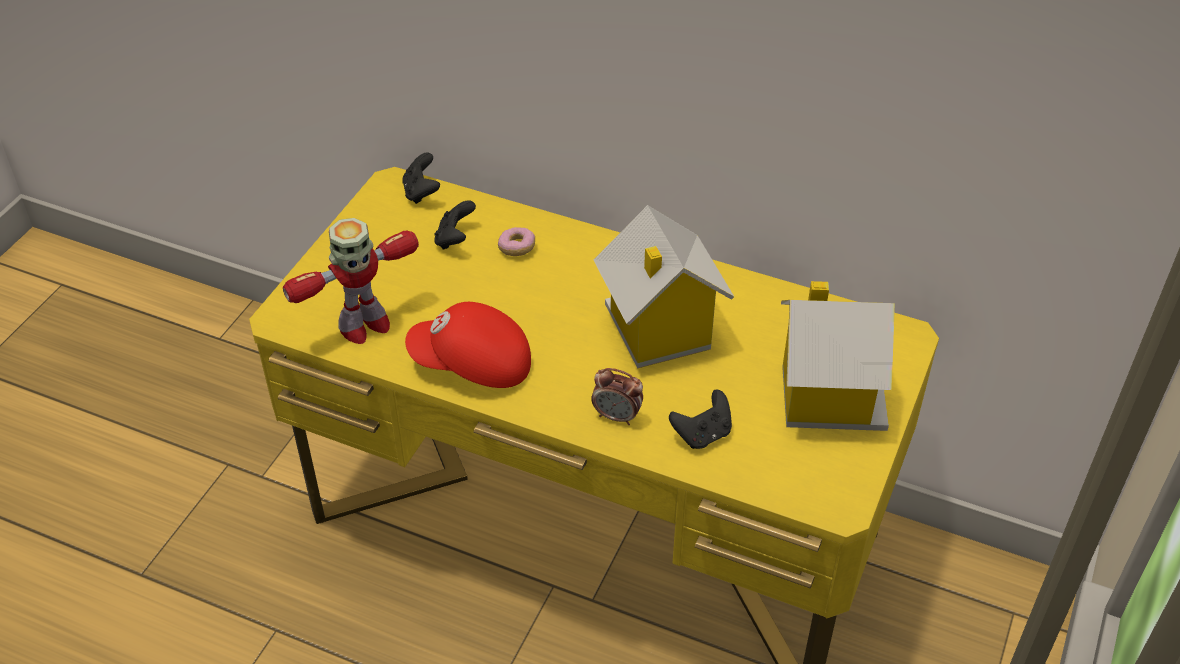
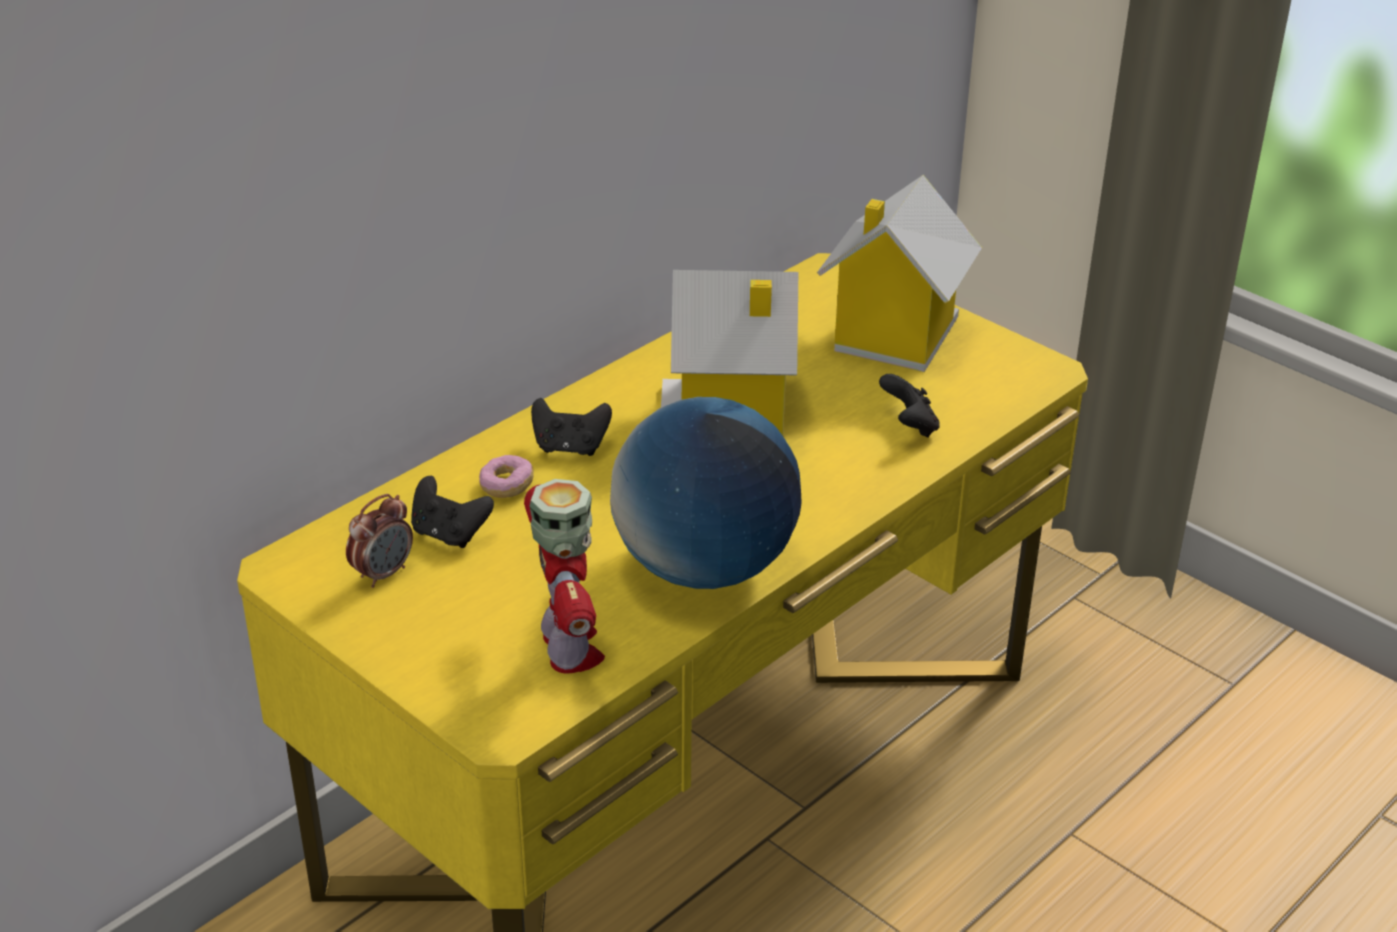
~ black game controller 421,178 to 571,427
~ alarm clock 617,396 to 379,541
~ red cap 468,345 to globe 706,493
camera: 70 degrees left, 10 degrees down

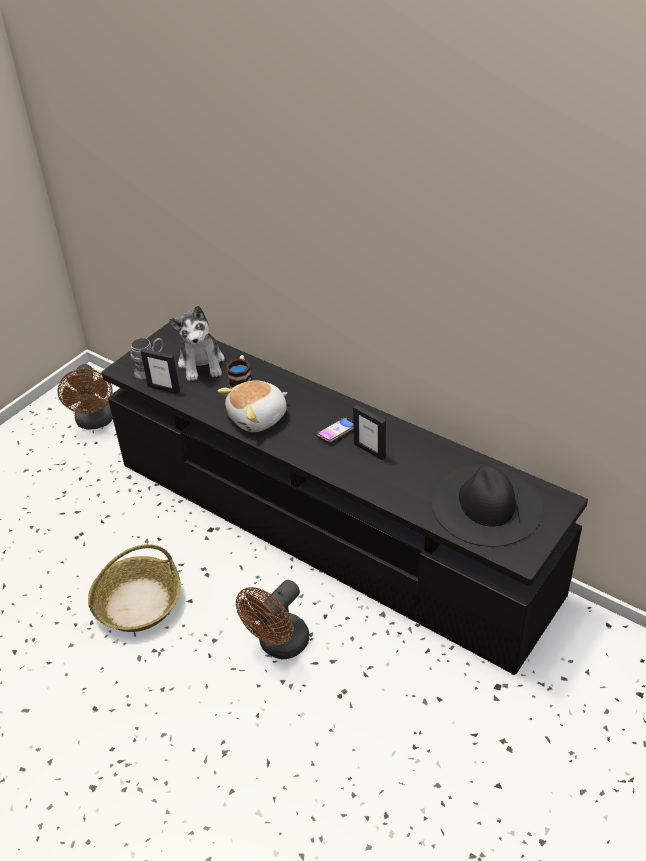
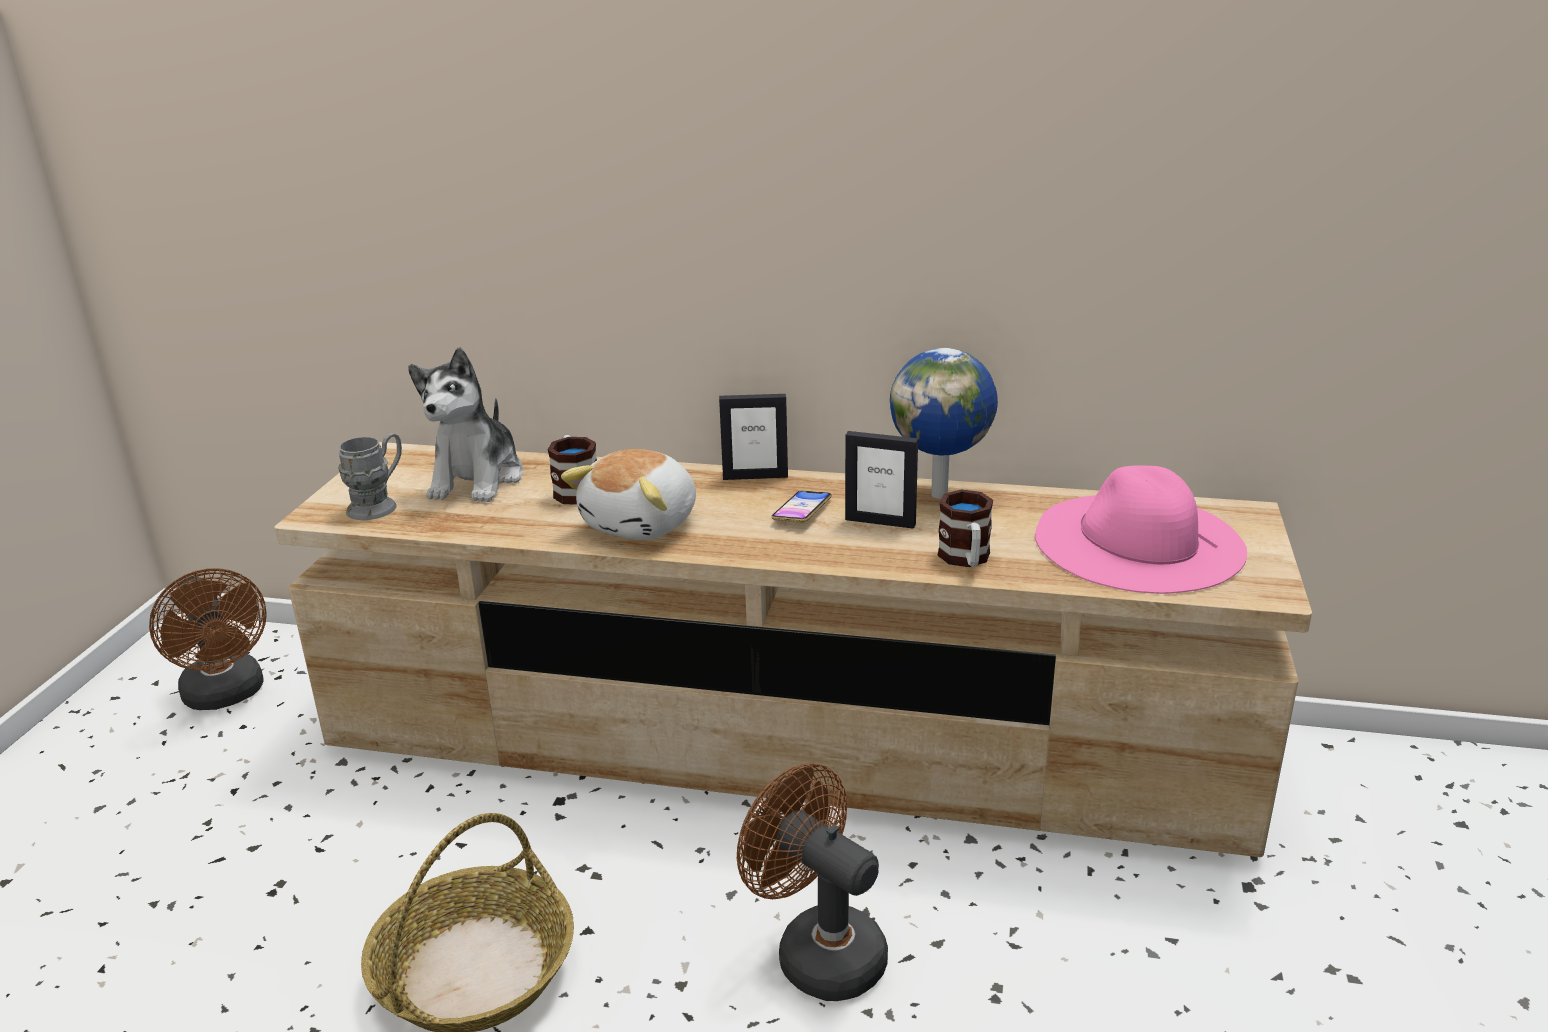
+ globe 944,423
+ mug 965,528
~ picture frame 160,371 to 753,437
~ black tv stand 344,498 to beige tv stand 793,649
~ black hat 487,505 to pink hat 1141,529
~ plush toy 197,343 = 465,424 45 degrees clockwise
~ brown fan 272,619 = 812,882 120 degrees clockwise
camera: 25 degrees left, 15 degrees down

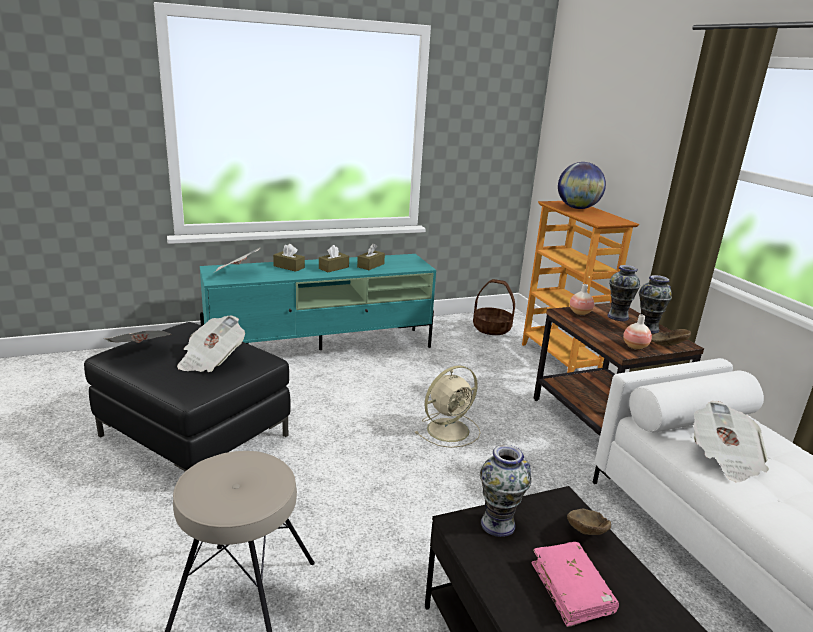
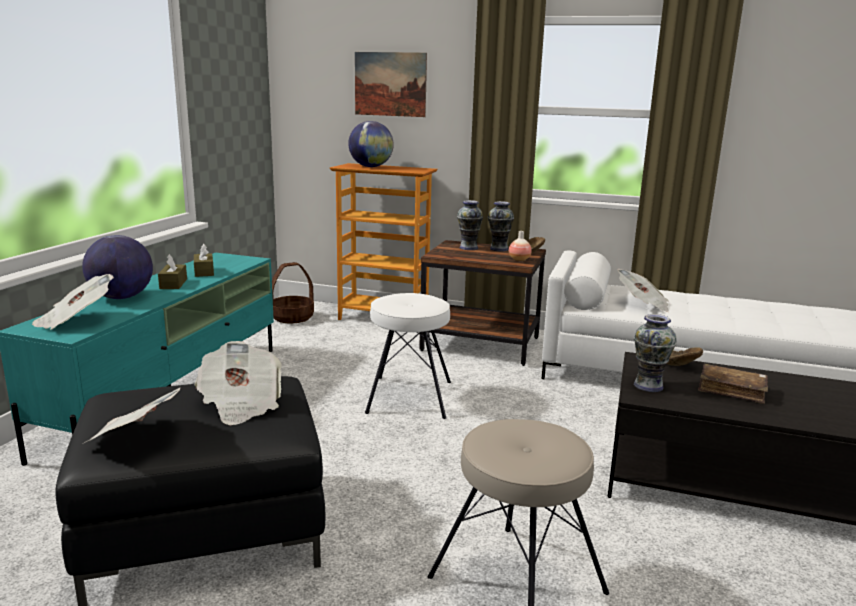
- vase 582,299
+ picture 391,84
~ brown tissue box 289,258 to globe 117,267
~ beige fan 448,406 to white stool 408,356
~ pink book 575,584 to brown book 733,384
camera: 50 degrees left, 5 degrees down

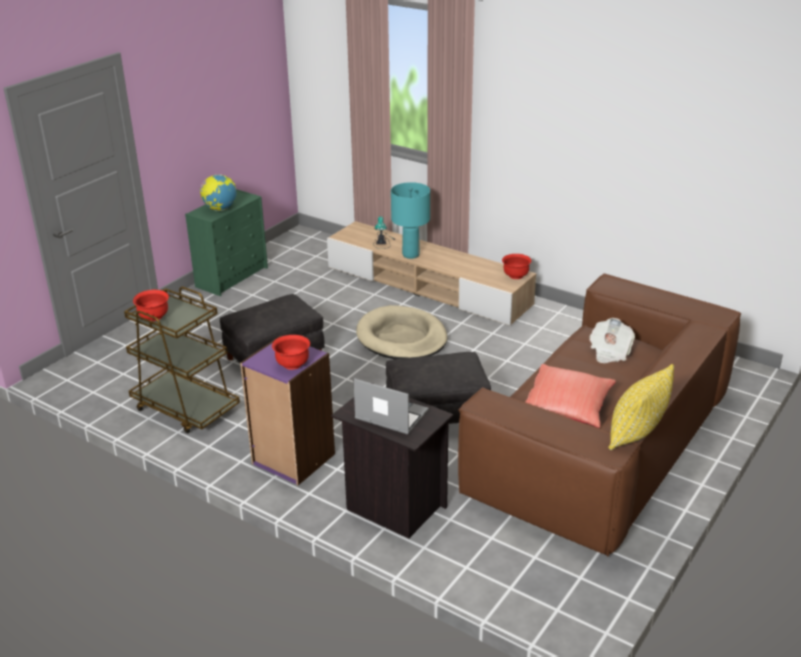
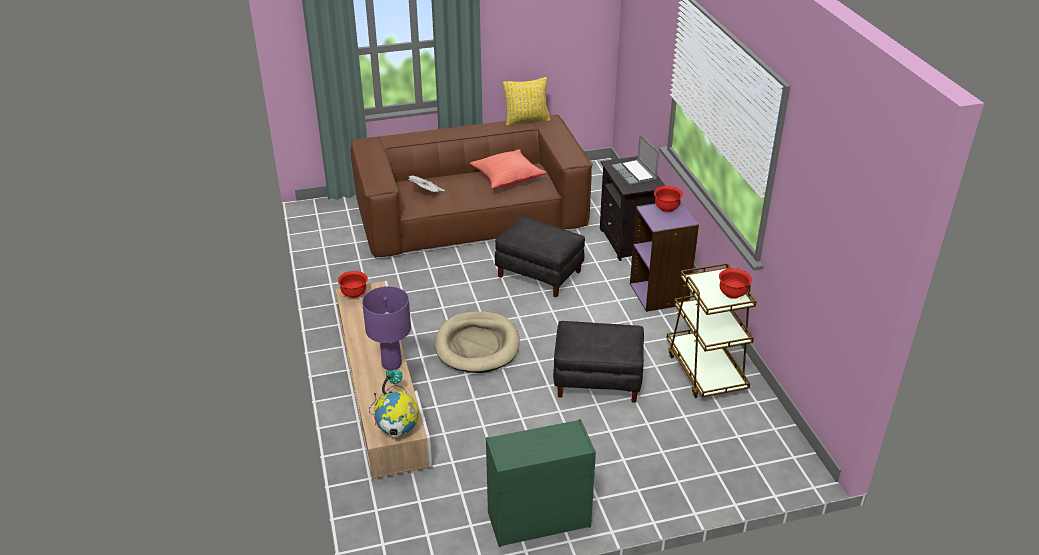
~ globe 217,192 to 396,414
~ turquoise table lamp 410,220 to purple table lamp 386,328
camera: 140 degrees left, 5 degrees up

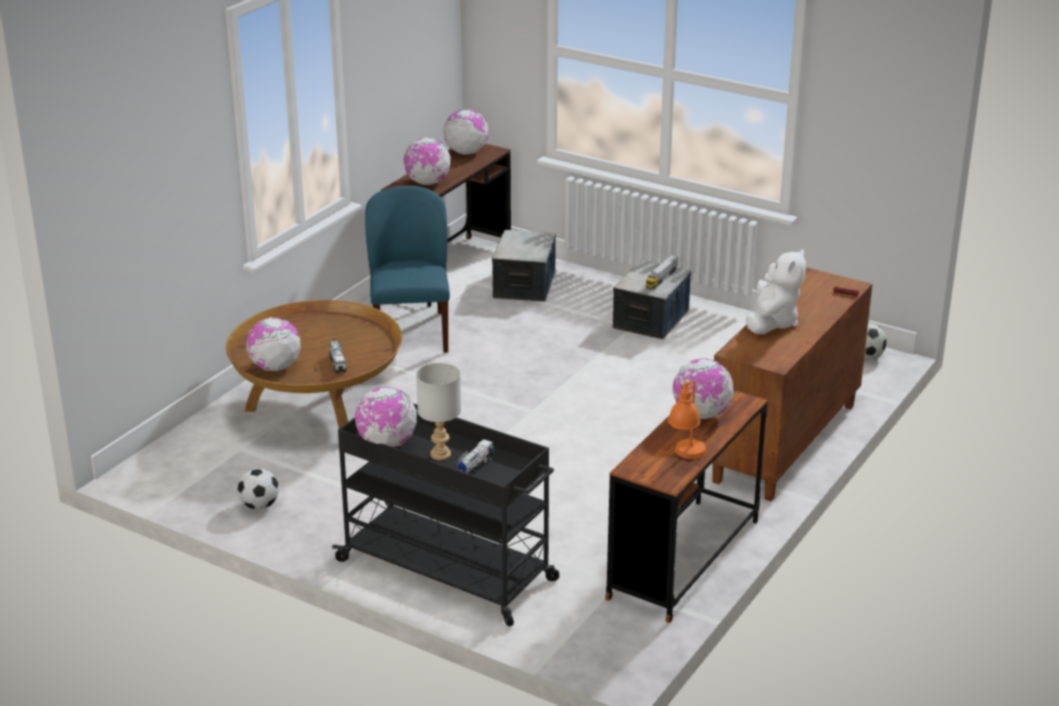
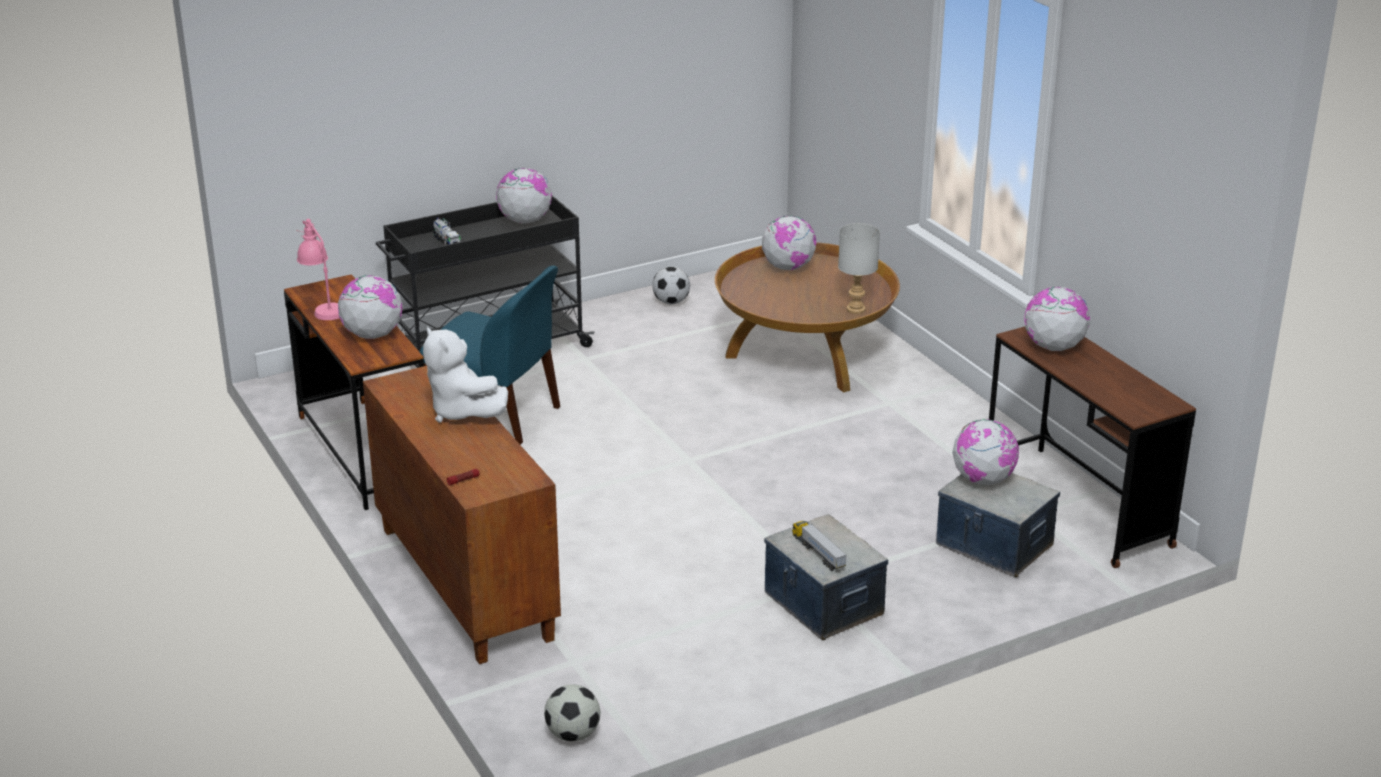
- toy truck 337,356
~ blue chair 407,269 to 490,355
~ grey table lamp 438,411 to 859,268
~ globe 466,132 to 985,452
~ orange table lamp 687,420 to pink table lamp 317,269
camera: 120 degrees right, 0 degrees up

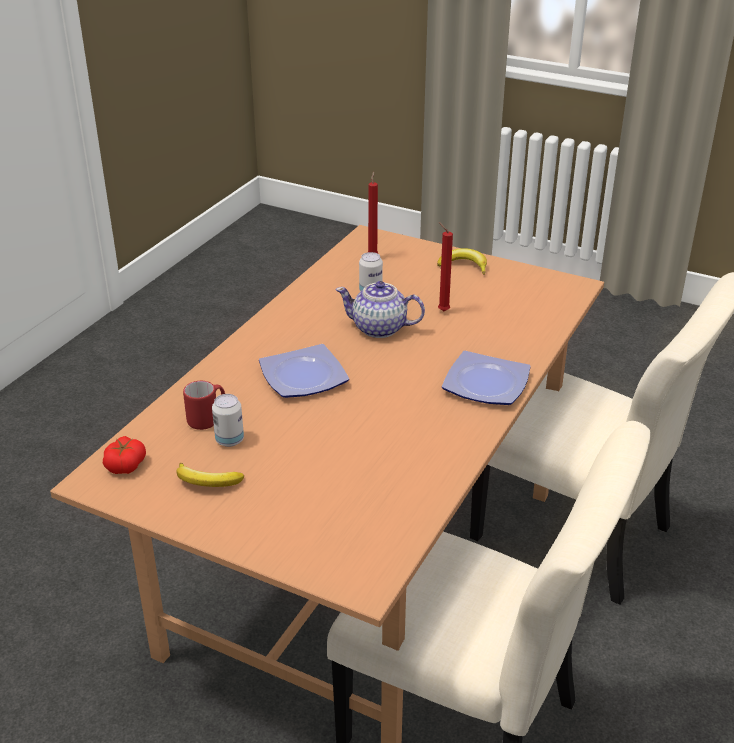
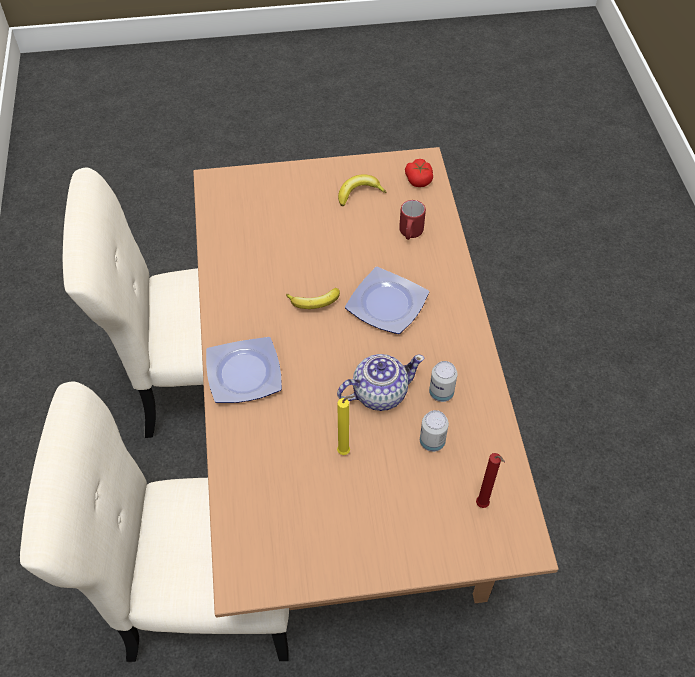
~ can 228,420 to 443,381
~ banana 462,261 to 313,298
~ red candle 445,266 to yellow candle 346,425
camera: 145 degrees right, 20 degrees up

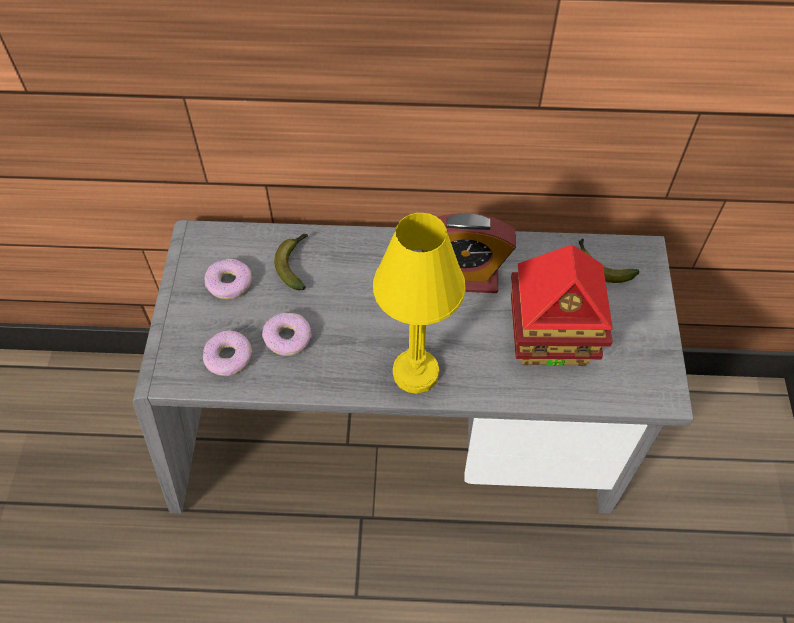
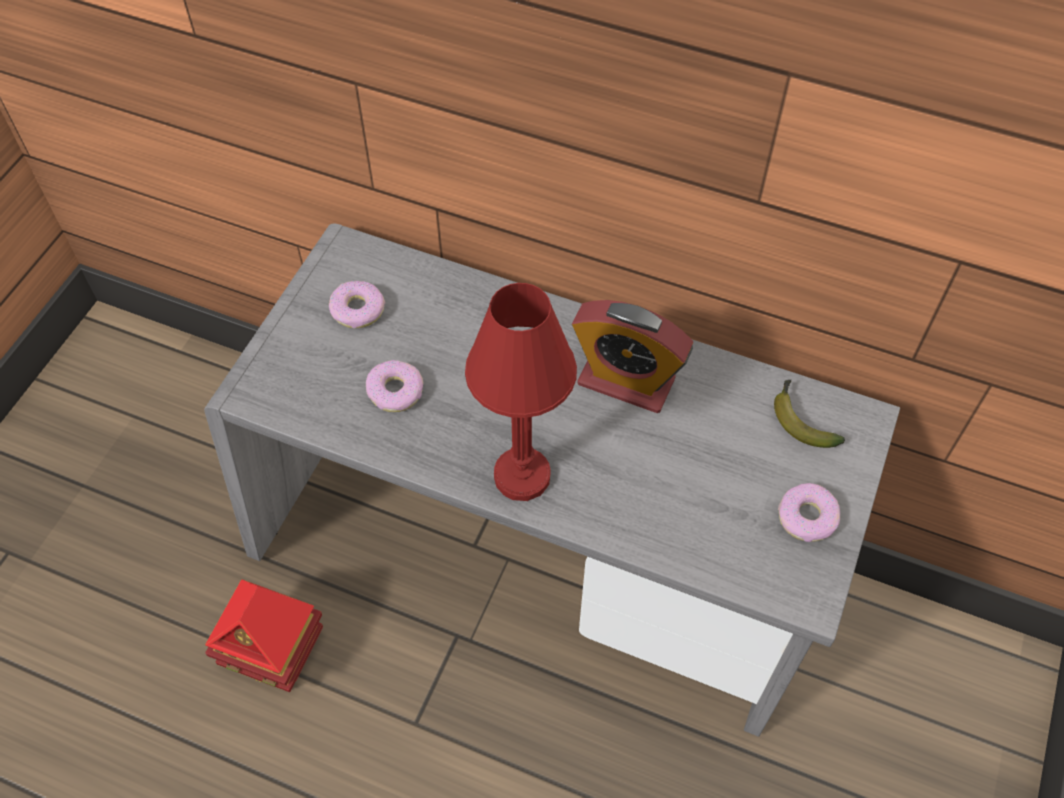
- banana 291,262
~ donut 227,353 to 809,512
~ toy house 562,305 to 264,635
~ yellow table lamp 419,303 to red table lamp 521,392
camera: 20 degrees right, 0 degrees up

